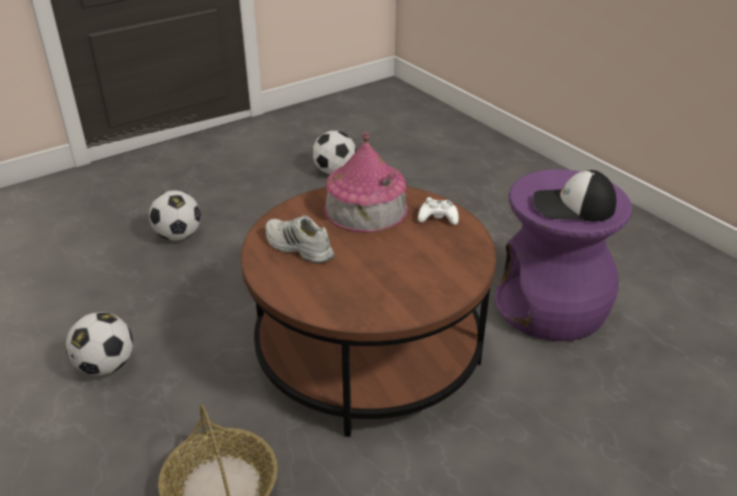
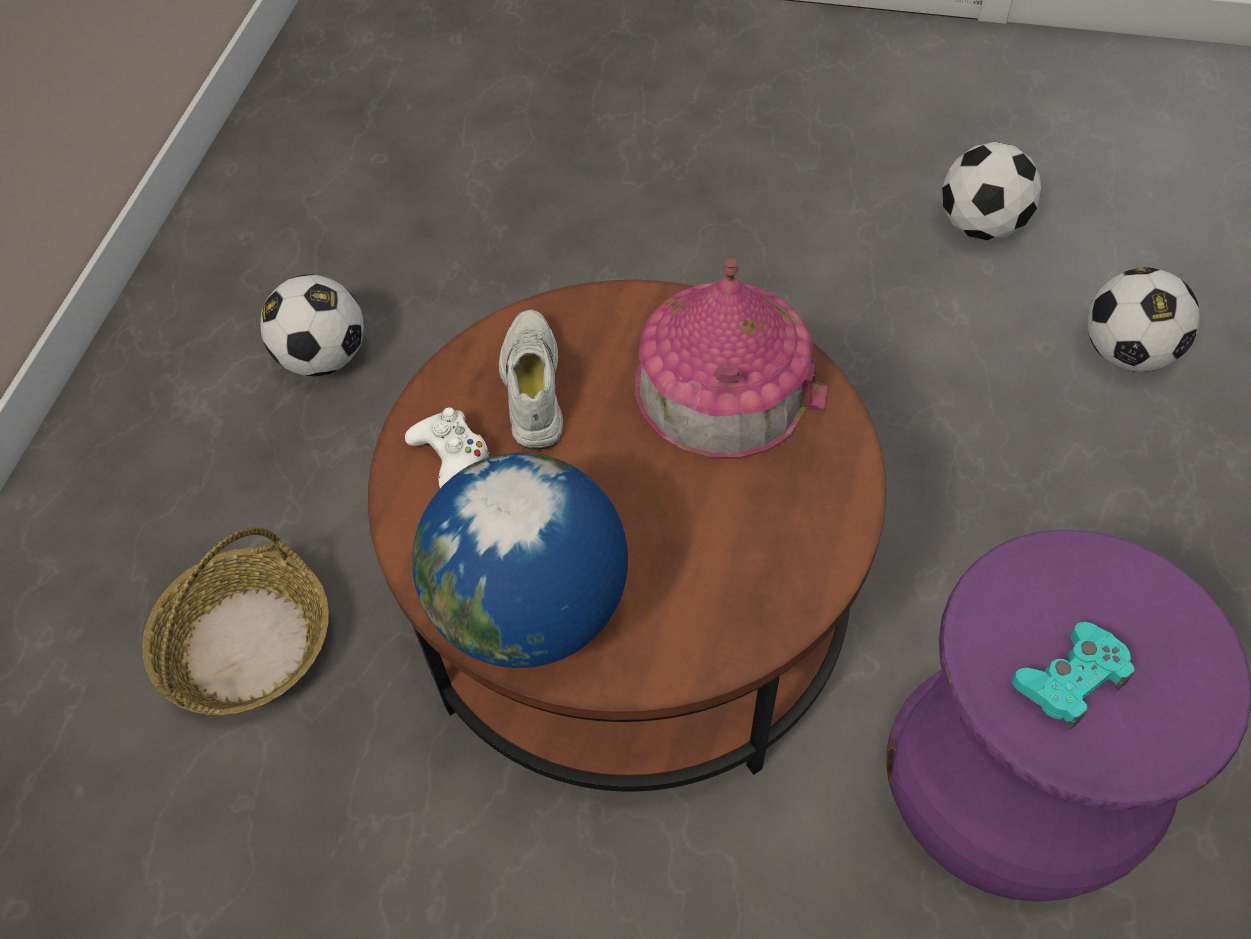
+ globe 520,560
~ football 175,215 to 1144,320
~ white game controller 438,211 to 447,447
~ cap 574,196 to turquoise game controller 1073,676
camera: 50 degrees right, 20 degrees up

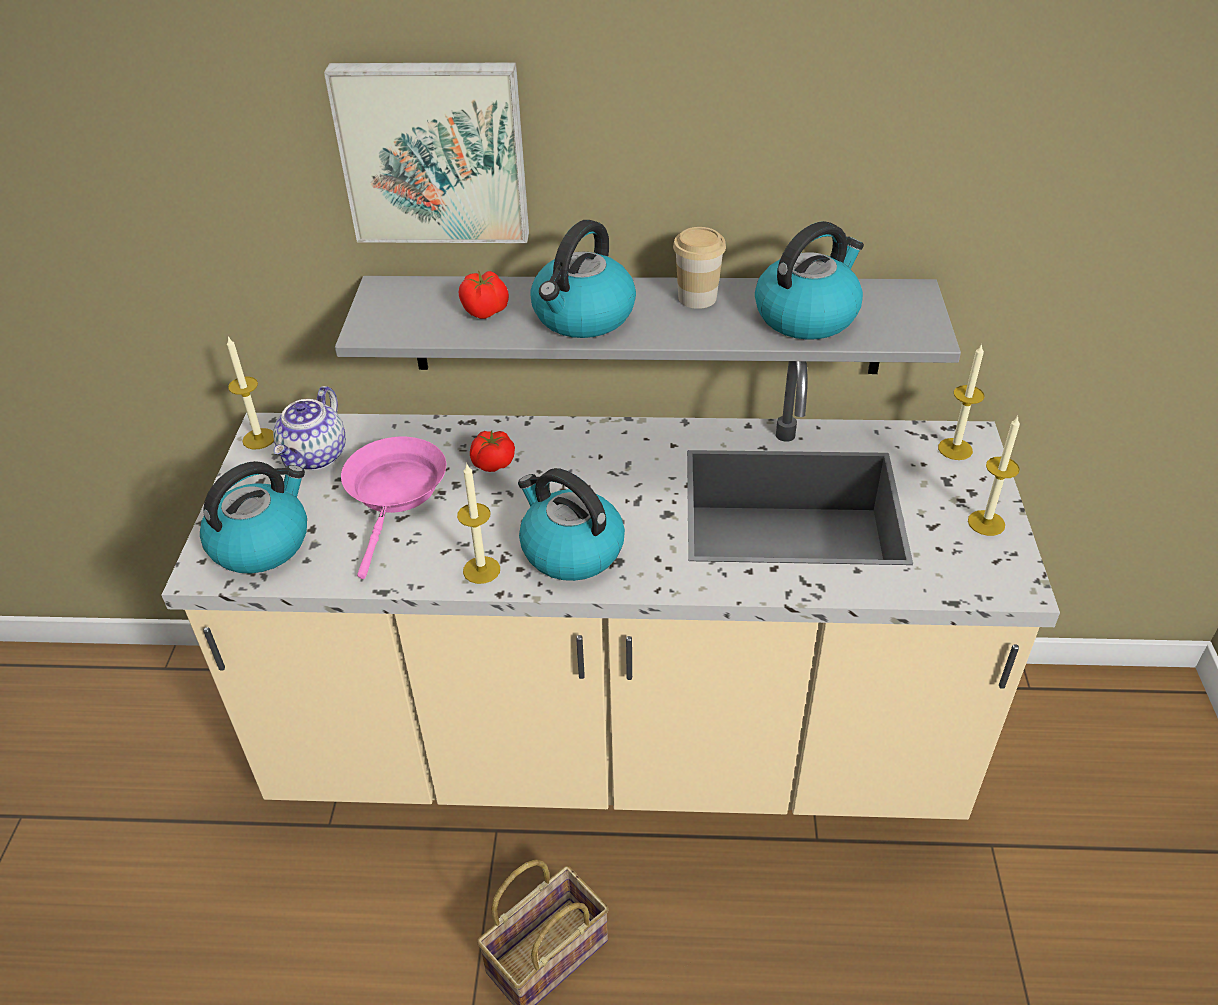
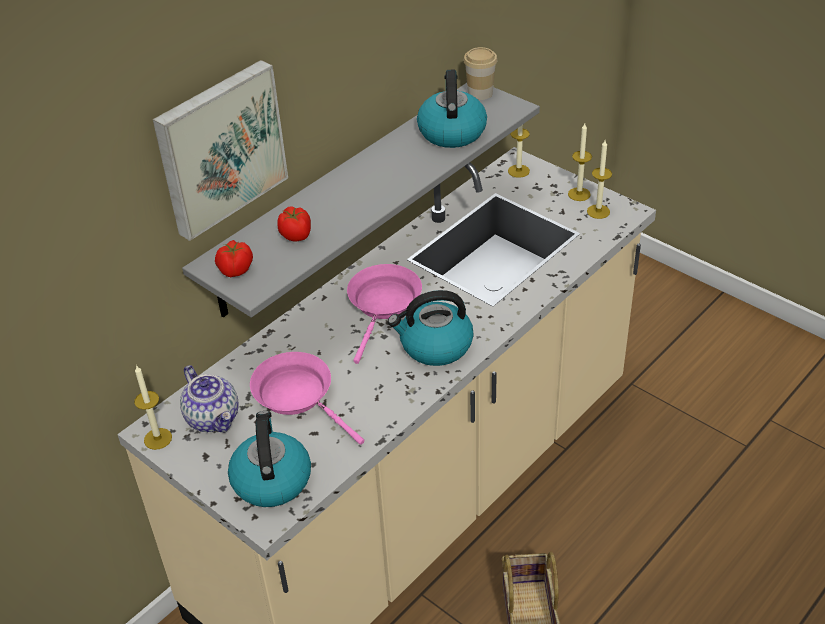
- kettle 583,279
+ pink frying pan 384,314
~ candle 478,524 to 599,179
~ tomato 492,451 to 234,258
~ cup 699,268 to 480,73
camera: 50 degrees left, 0 degrees up

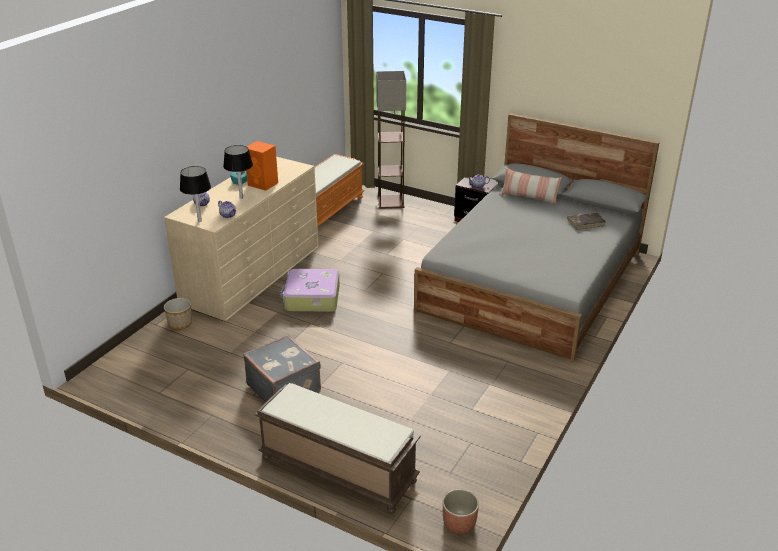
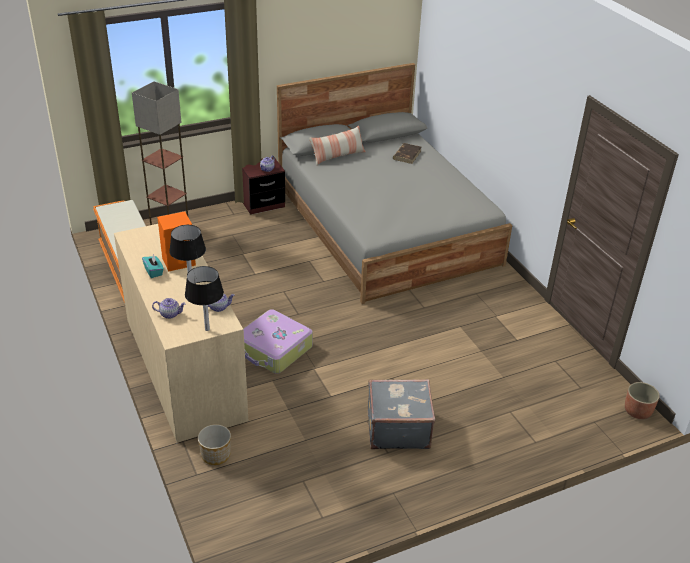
- brown bench 337,448
camera: 55 degrees left, 5 degrees up

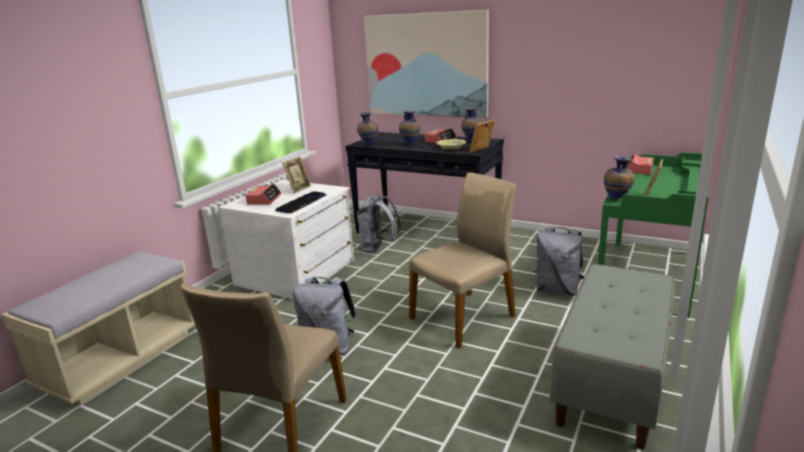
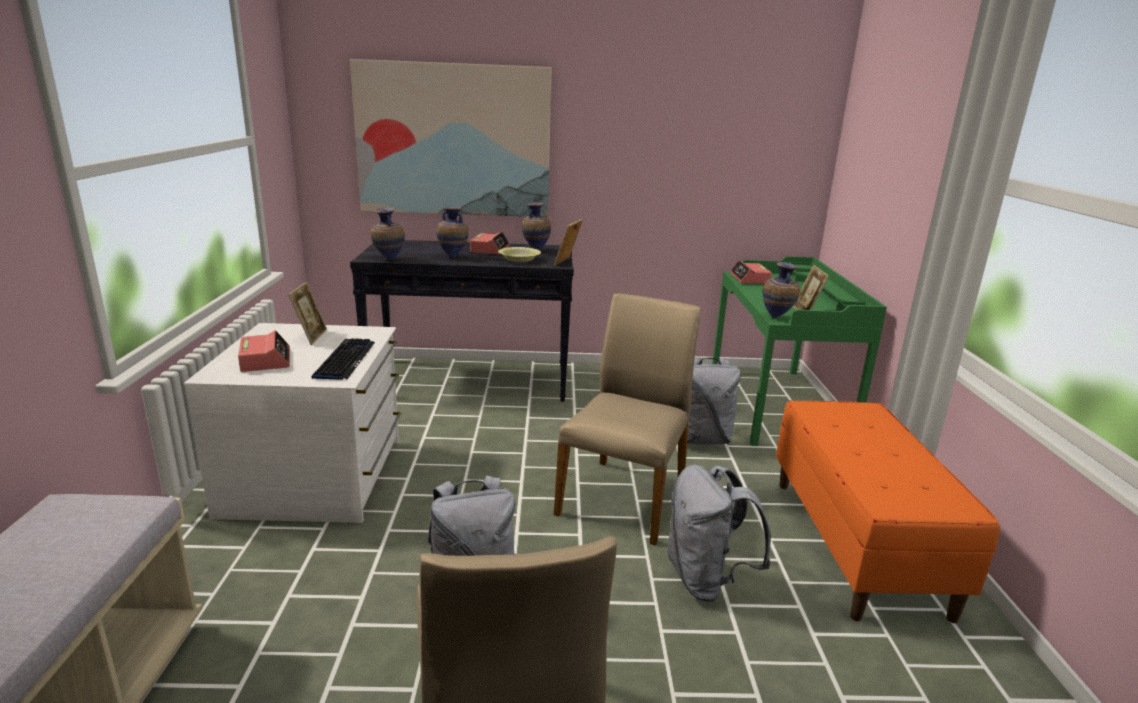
~ grey backpack 379,224 to 718,533
~ grey bench 612,357 to orange bench 888,512
camera: 30 degrees left, 0 degrees up

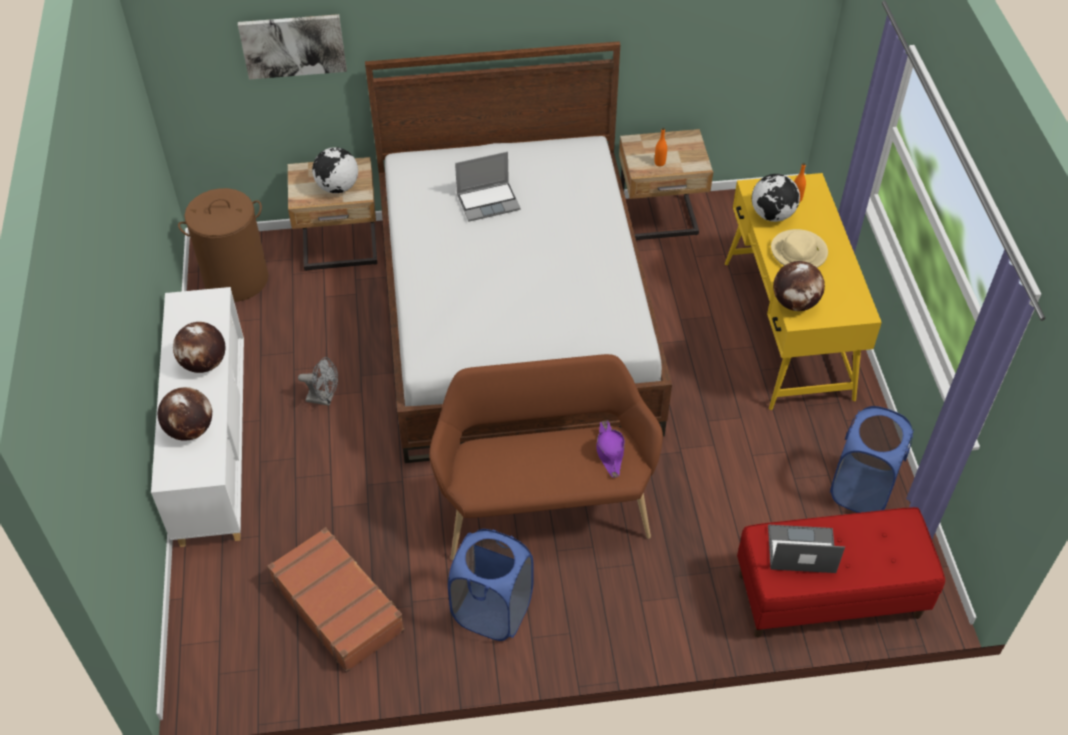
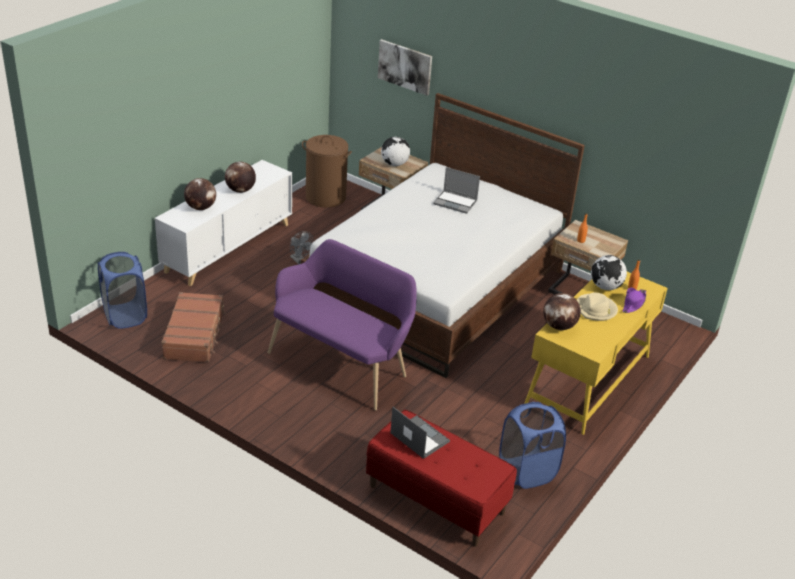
~ blue laundry basket 491,585 to 122,290
~ purple hat 610,449 to 634,300
~ brown bench 546,457 to purple bench 342,324
camera: 40 degrees right, 15 degrees down

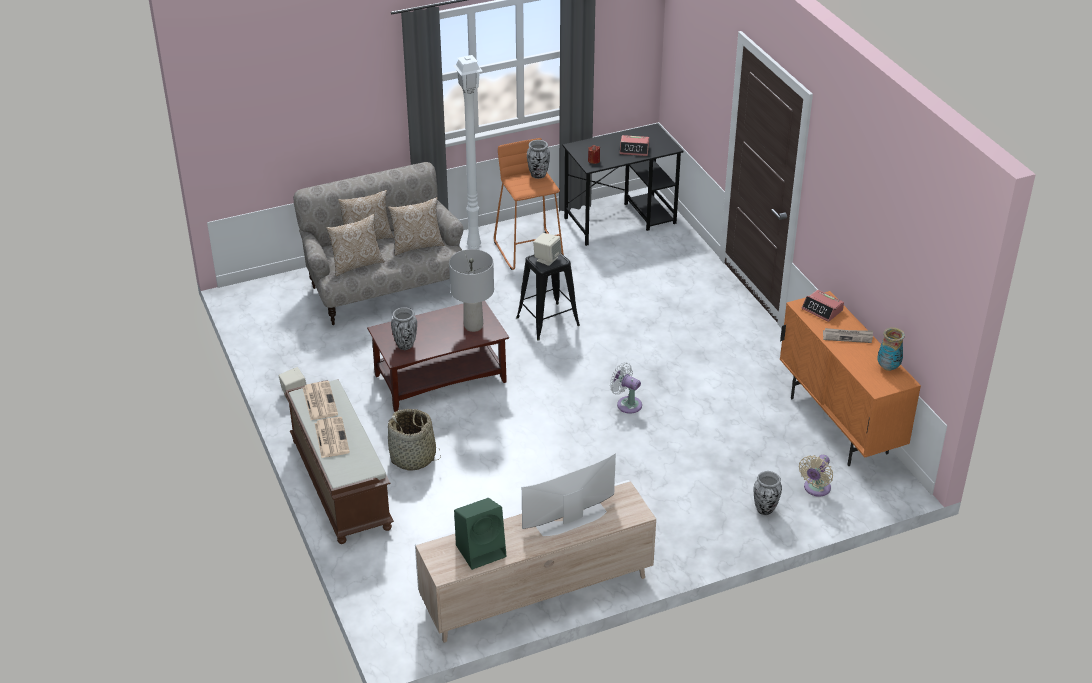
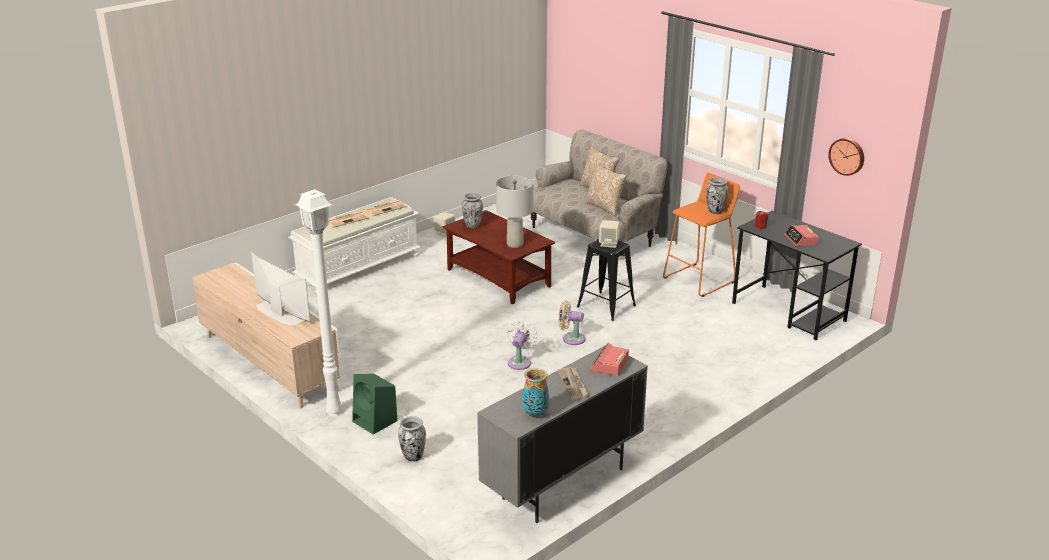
- pillow 355,245
- basket 414,439
+ wall clock 846,157
~ white floor lamp 467,152 to 318,302
~ green speaker 480,534 to 374,404
~ beige fan 816,476 to 572,322
~ brown bench 339,461 to white bench 354,245
~ orange cabinet 850,378 to grey cabinet 562,434
camera: 70 degrees right, 10 degrees down

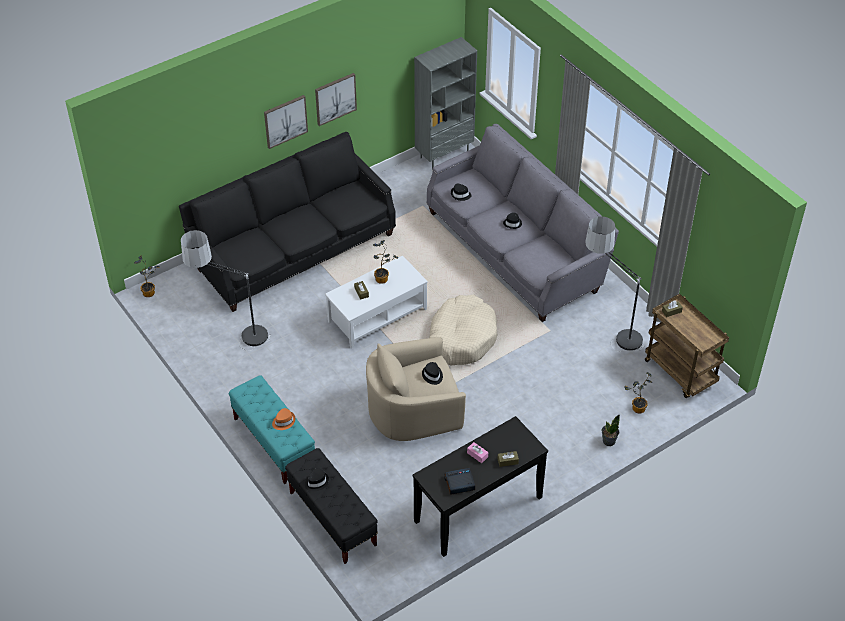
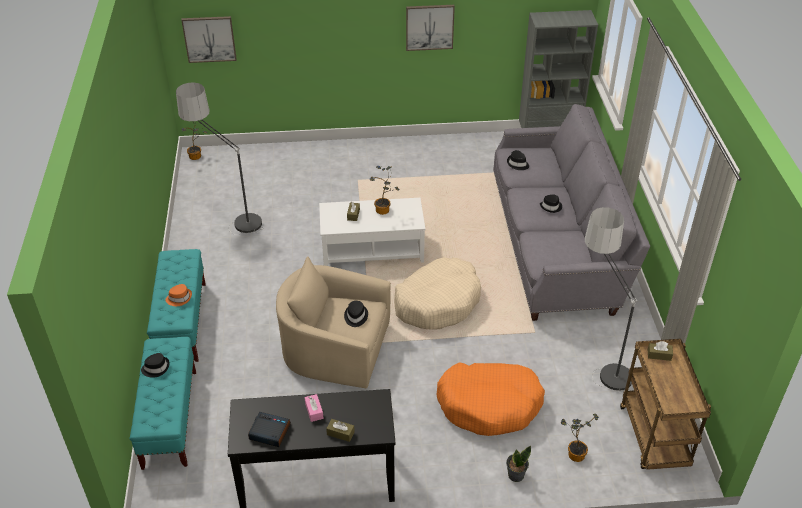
- black sofa 287,222
+ orange dog bed 490,399
~ picture 286,122 to 209,39
~ black bench 331,506 to turquoise bench 162,403
camera: 30 degrees right, 5 degrees down

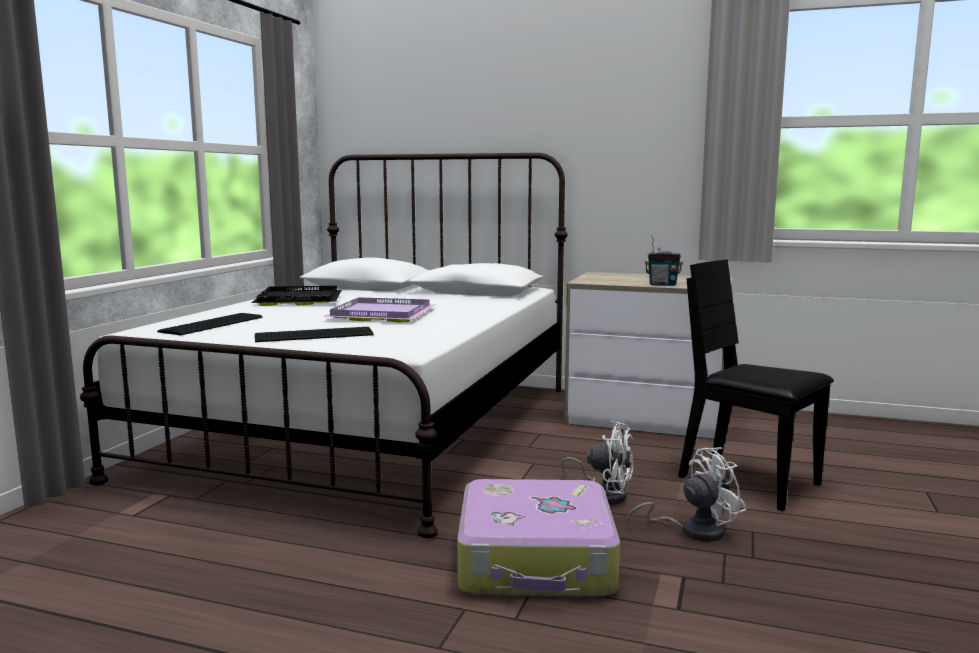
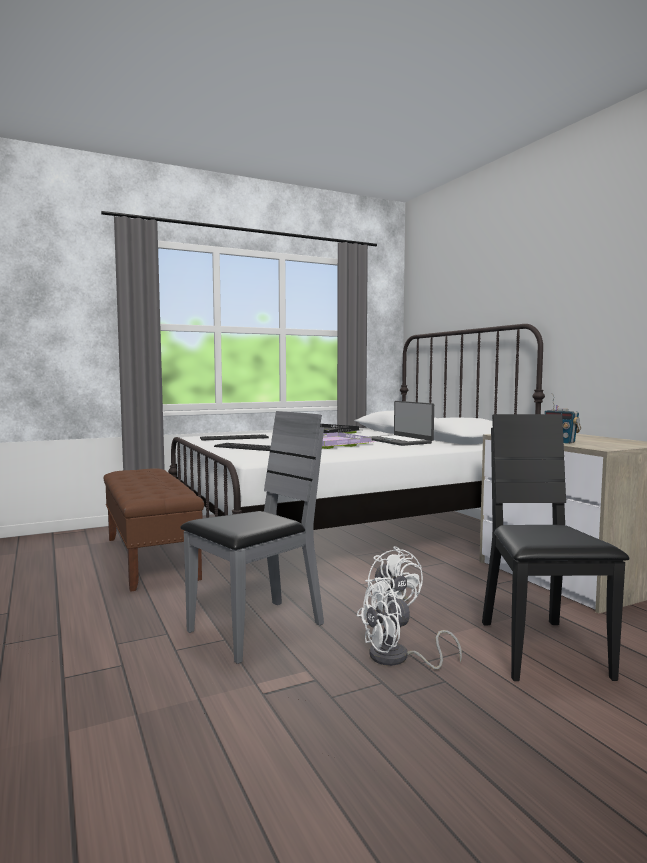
+ brown bench 154,530
+ laptop 402,423
~ suitcase 538,538 to grey chair 252,537
~ white fan 686,494 = 409,623 135 degrees clockwise
camera: 45 degrees right, 5 degrees down

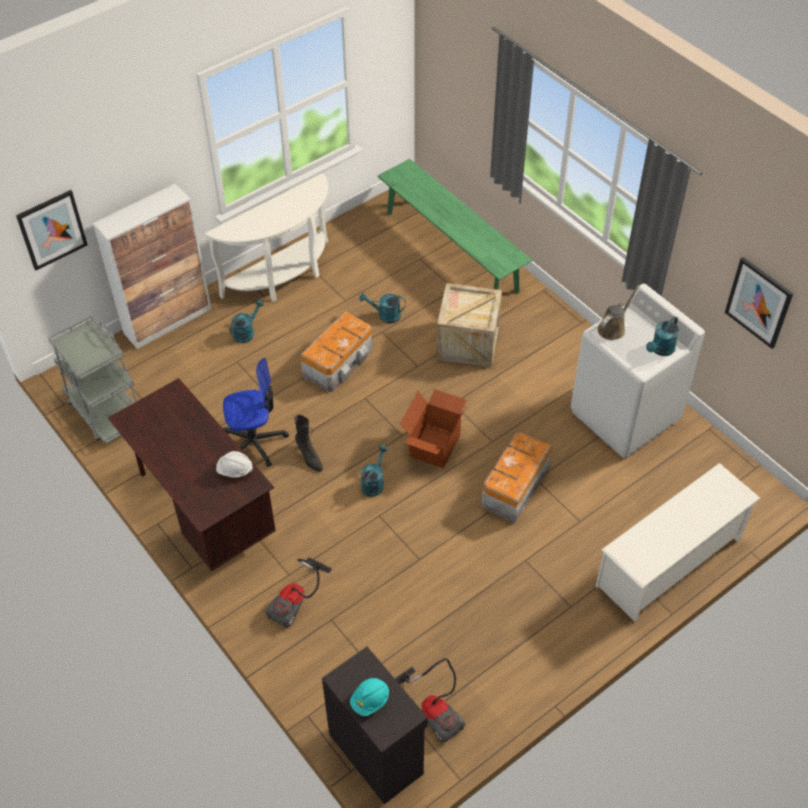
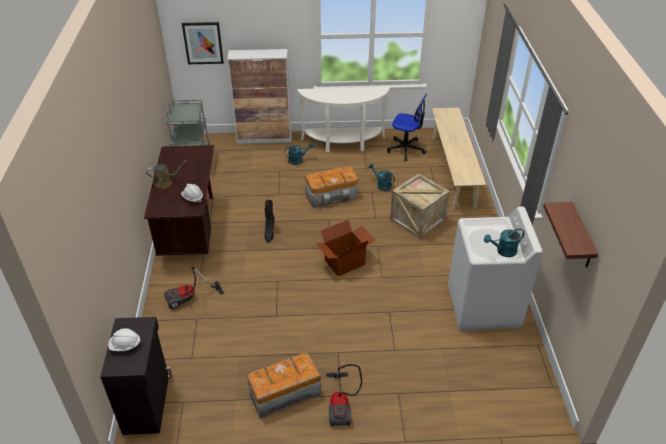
- turquoise watering can 374,471
- white shoe rack 678,542
~ office chair 256,412 to 407,127
~ vacuum cleaner 430,700 to 344,395
~ storage box 517,478 to 284,386
~ brown watering can 619,312 to 166,174
~ picture 759,303 to shelf 570,235
~ turquoise hard hat 369,697 to white hard hat 124,339
~ green bench 455,226 to beige bench 459,158
camera: 35 degrees right, 10 degrees down

